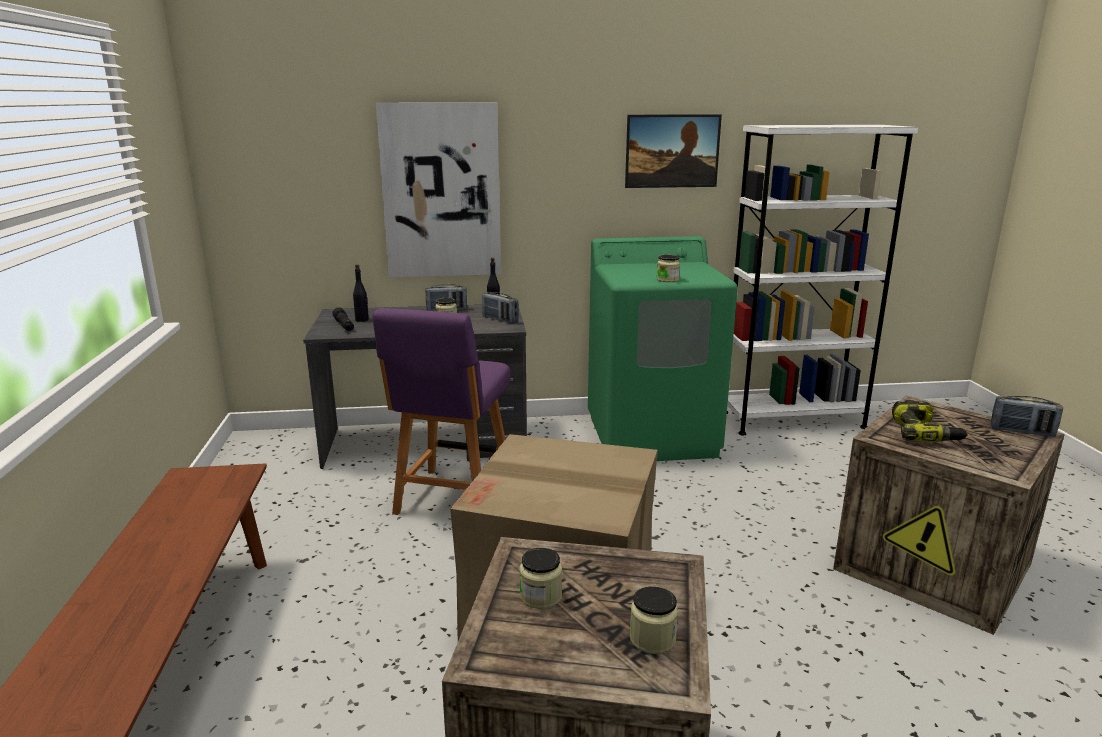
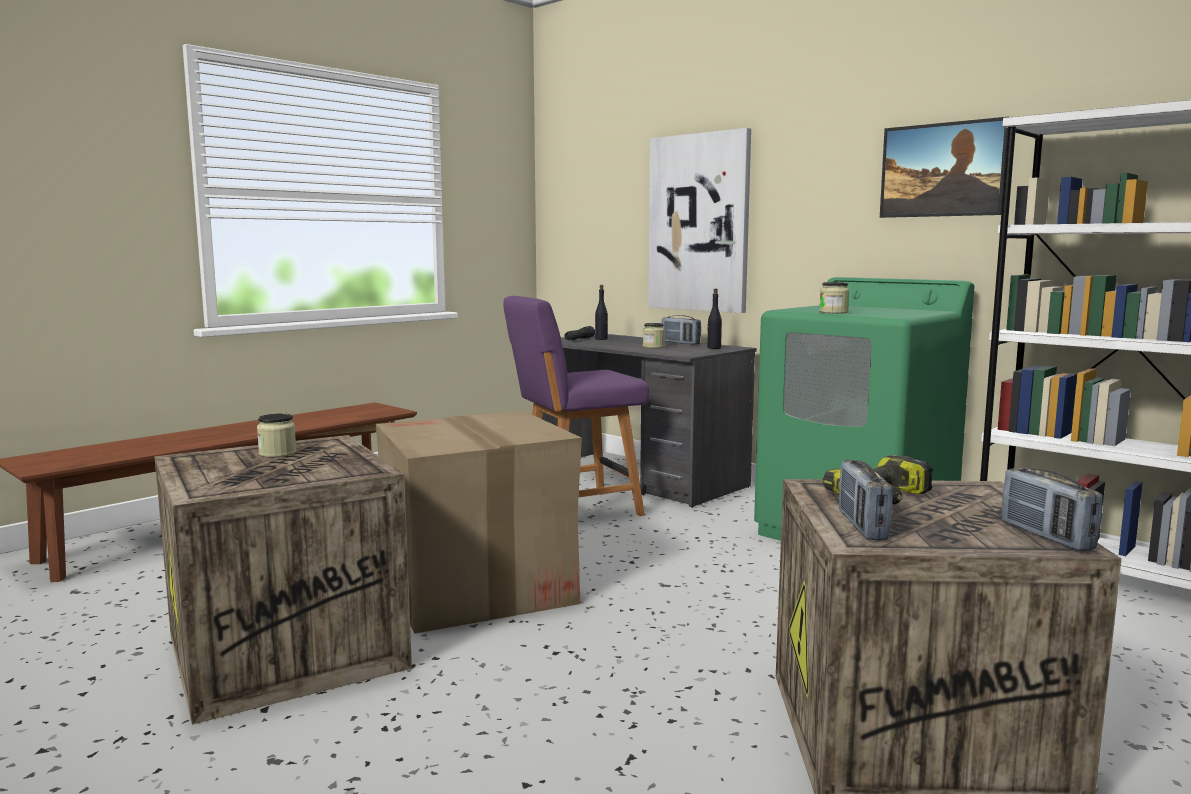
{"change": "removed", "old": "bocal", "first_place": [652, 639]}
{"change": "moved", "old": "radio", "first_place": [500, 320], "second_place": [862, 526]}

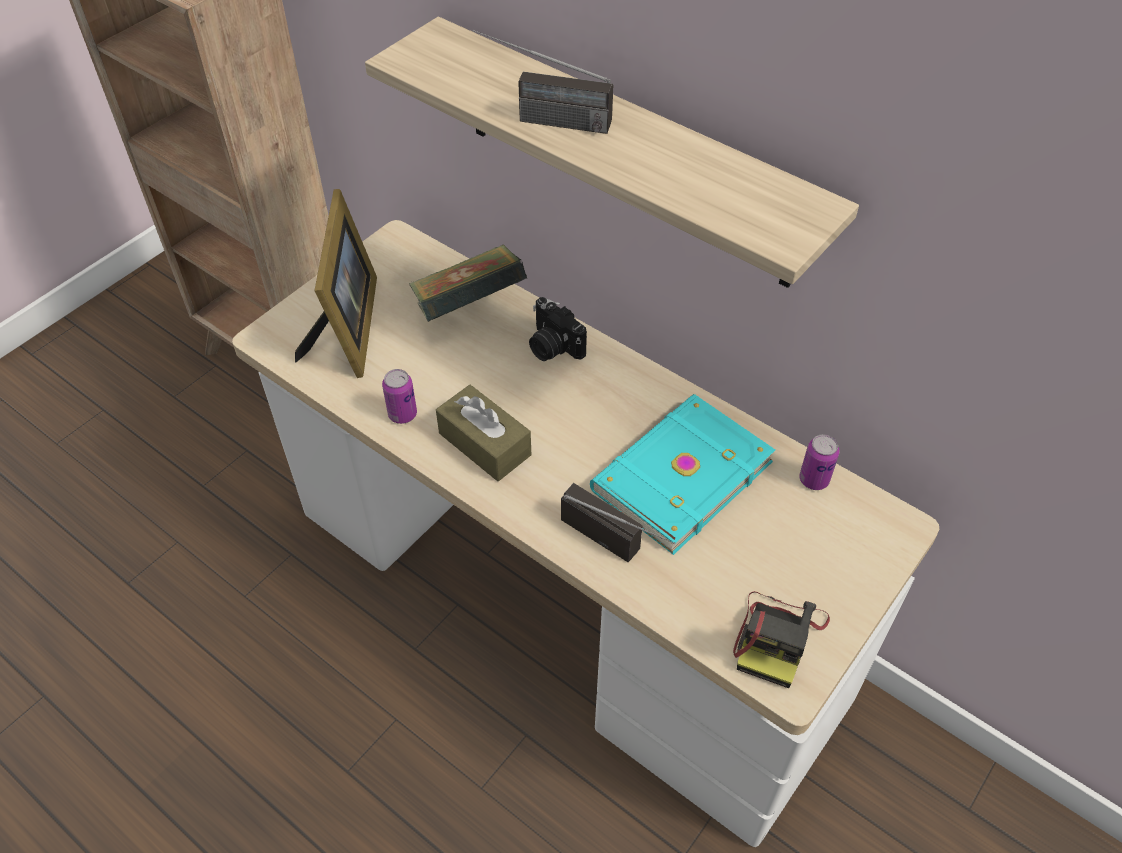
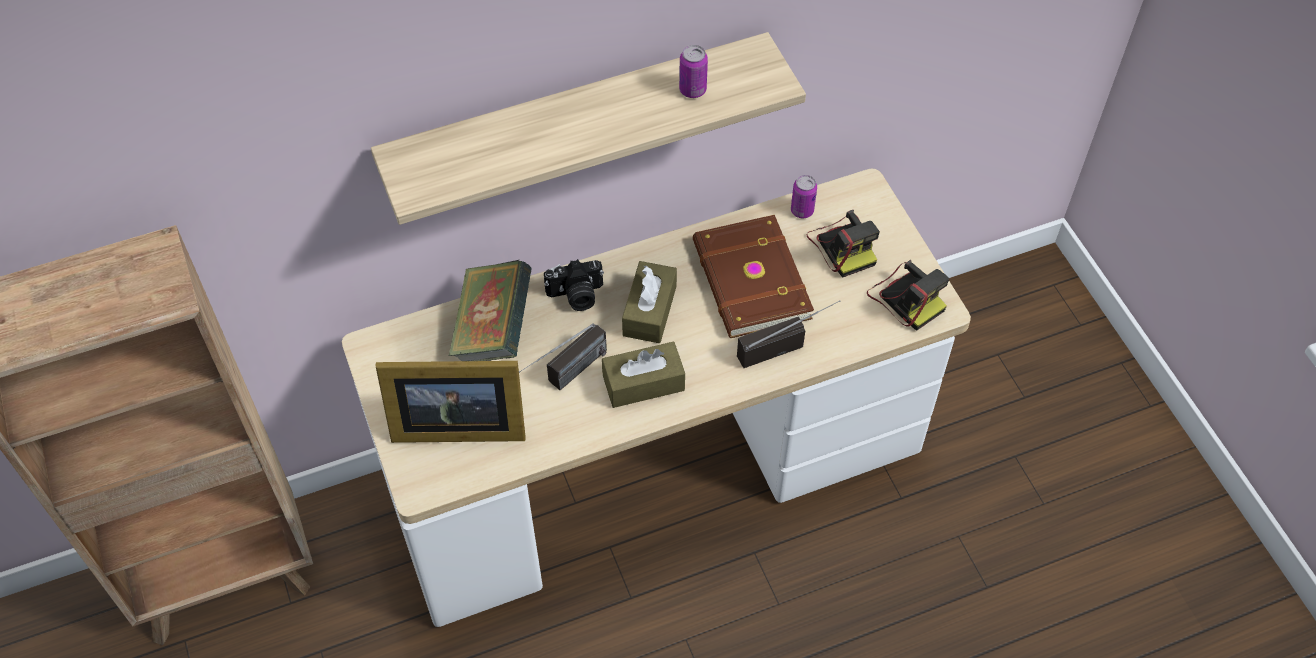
{"change": "added", "new": "boîte à mouchoirs (marron)", "second_place": [649, 311]}
{"change": "added", "new": "appareil photo", "second_place": [843, 246]}
{"change": "moved", "old": "boîte métallique", "first_place": [402, 414], "second_place": [692, 90]}
{"change": "moved", "old": "radio", "first_place": [541, 119], "second_place": [566, 378]}
{"change": "recoloured", "old": "livre (turquoise)", "new": "livre (marron)", "first_place": [678, 475], "second_place": [749, 281]}
{"change": "turned", "old": "cadre photo", "first_place": [348, 329], "second_place": [454, 424], "degrees": 150}

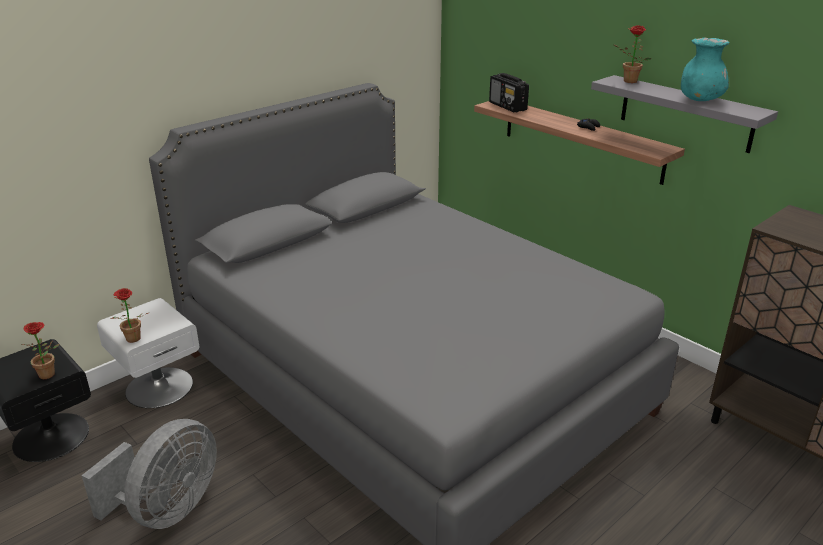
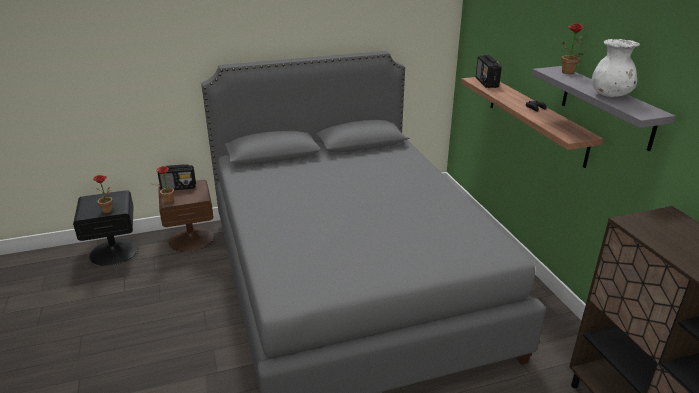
{"change": "removed", "old": "ventilateur (gris)", "first_place": [167, 509]}
{"change": "added", "new": "radio", "second_place": [179, 187]}
{"change": "recoloured", "old": "table de chevet (blanc)", "new": "table de chevet (marron)", "first_place": [159, 386], "second_place": [191, 238]}
{"change": "recoloured", "old": "vase (turquoise)", "new": "vase (blanc)", "first_place": [700, 100], "second_place": [610, 95]}

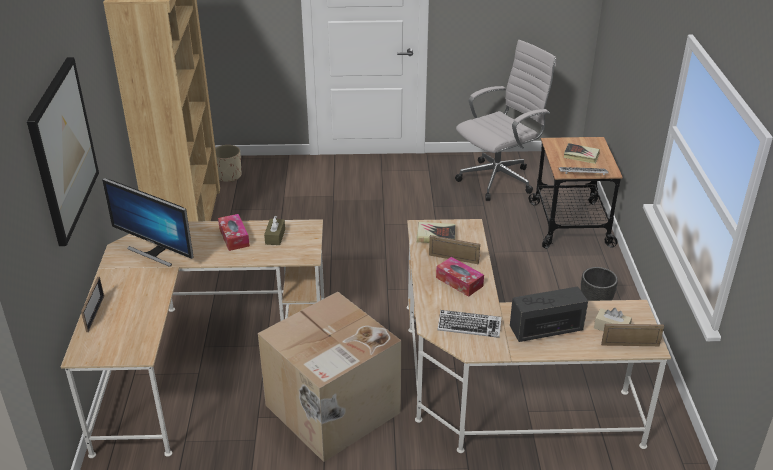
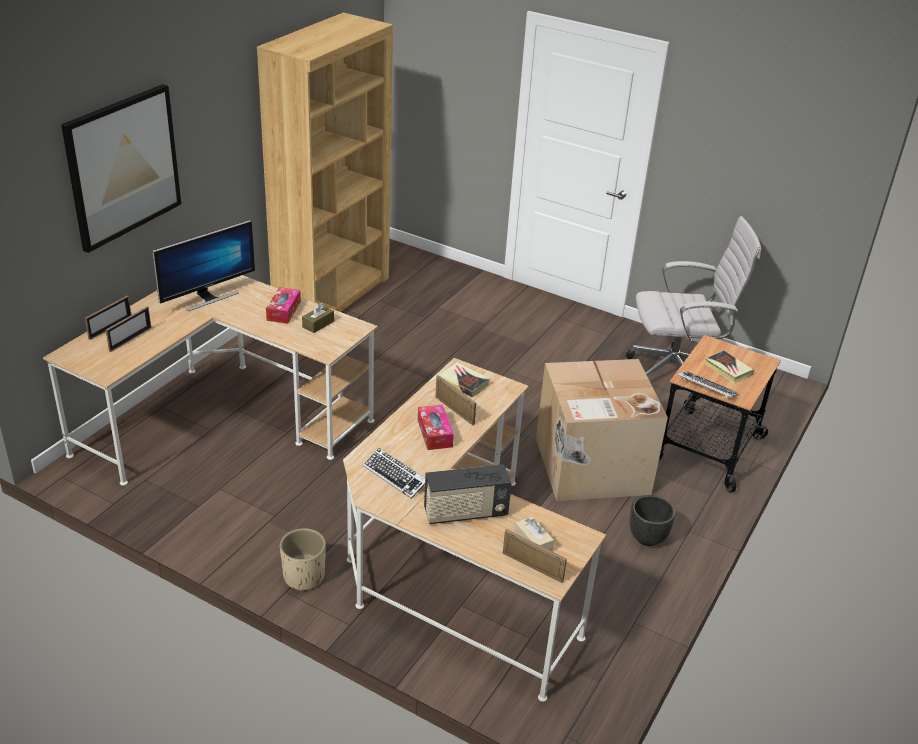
{"change": "added", "new": "cadre photo", "second_place": [130, 339]}
{"change": "moved", "old": "cache-pot (beige)", "first_place": [228, 176], "second_place": [303, 576]}
{"change": "moved", "old": "carton", "first_place": [332, 410], "second_place": [590, 467]}
{"change": "turned", "old": "écran d'ordinateur", "first_place": [155, 252], "second_place": [208, 297], "degrees": -105}
{"change": "turned", "old": "radio", "first_place": [546, 329], "second_place": [465, 513], "degrees": 150}

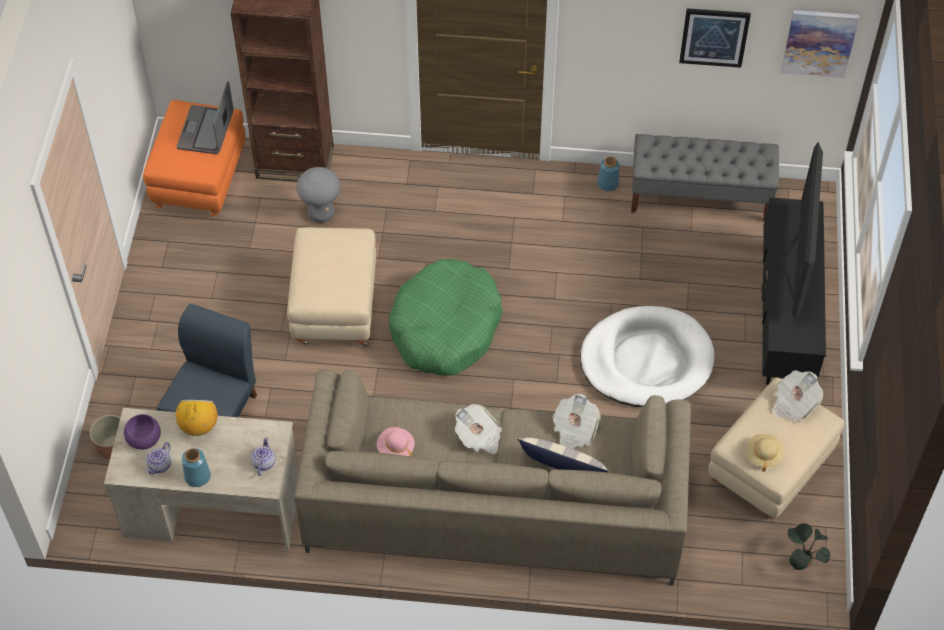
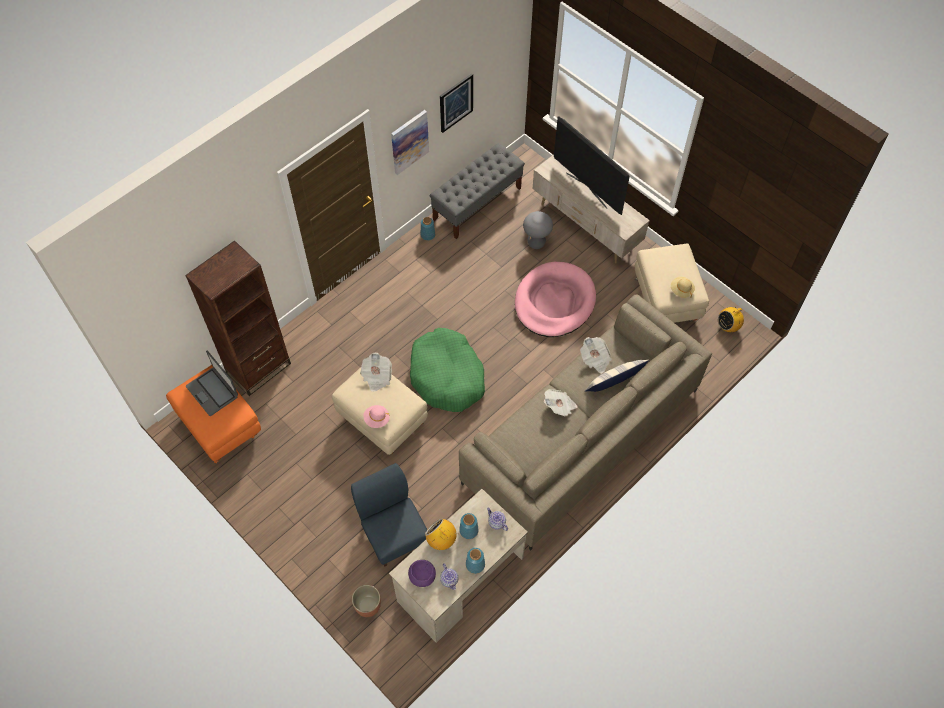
{"change": "added", "new": "vase (bleu)", "second_place": [468, 530]}
{"change": "moved", "old": "tabouret (gris)", "first_place": [321, 214], "second_place": [536, 243]}
{"change": "moved", "old": "chapeau (rose)", "first_place": [395, 448], "second_place": [377, 419]}
{"change": "moved", "old": "journal", "first_place": [794, 403], "second_place": [377, 377]}
{"change": "moved", "old": "tableau", "first_place": [819, 42], "second_place": [409, 142]}
{"change": "replaced", "old": "plante en pot", "new": "radio", "first_place": [802, 561], "second_place": [728, 326]}
{"change": "recoloured", "old": "panier pour chien (blanc)", "new": "panier pour chien (rose)", "first_place": [646, 361], "second_place": [554, 302]}
{"change": "recoloured", "old": "meuble télé (noir)", "new": "meuble télé (beige)", "first_place": [784, 321], "second_place": [585, 227]}

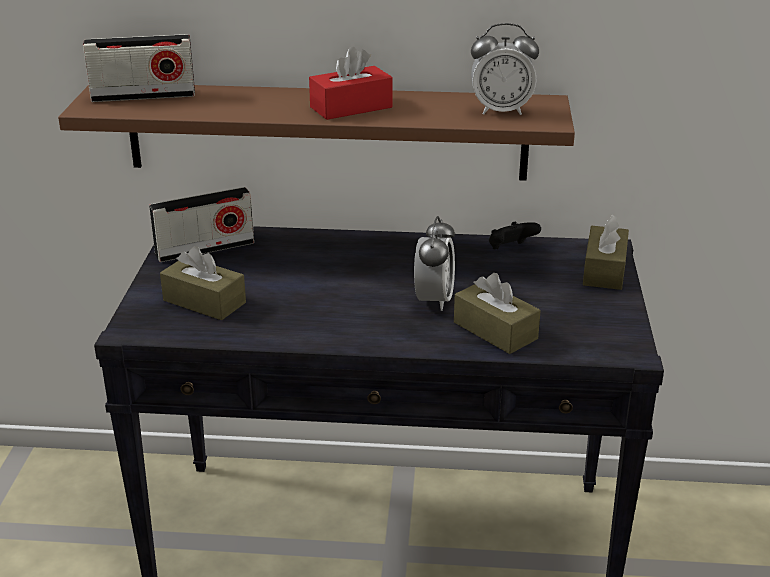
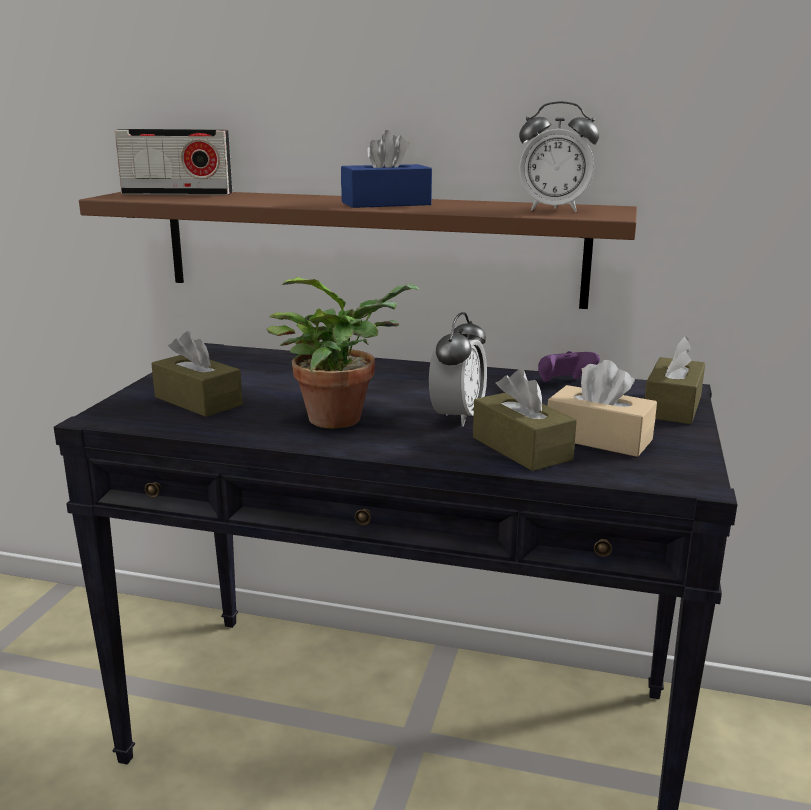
{"change": "removed", "old": "radio", "first_place": [205, 249]}
{"change": "added", "new": "plante en pot", "second_place": [342, 418]}
{"change": "added", "new": "boîte à mouchoirs (beige)", "second_place": [598, 438]}
{"change": "recoloured", "old": "boîte à mouchoirs (rouge)", "new": "boîte à mouchoirs (bleu)", "first_place": [351, 107], "second_place": [386, 203]}
{"change": "recoloured", "old": "manette (noir)", "new": "manette (violet)", "first_place": [510, 249], "second_place": [563, 383]}

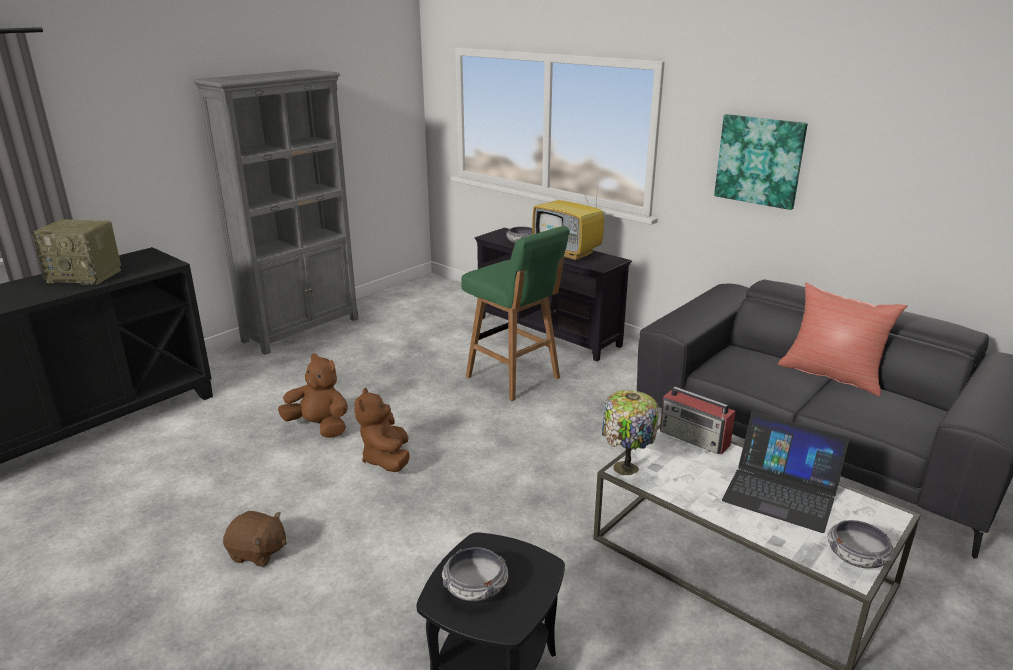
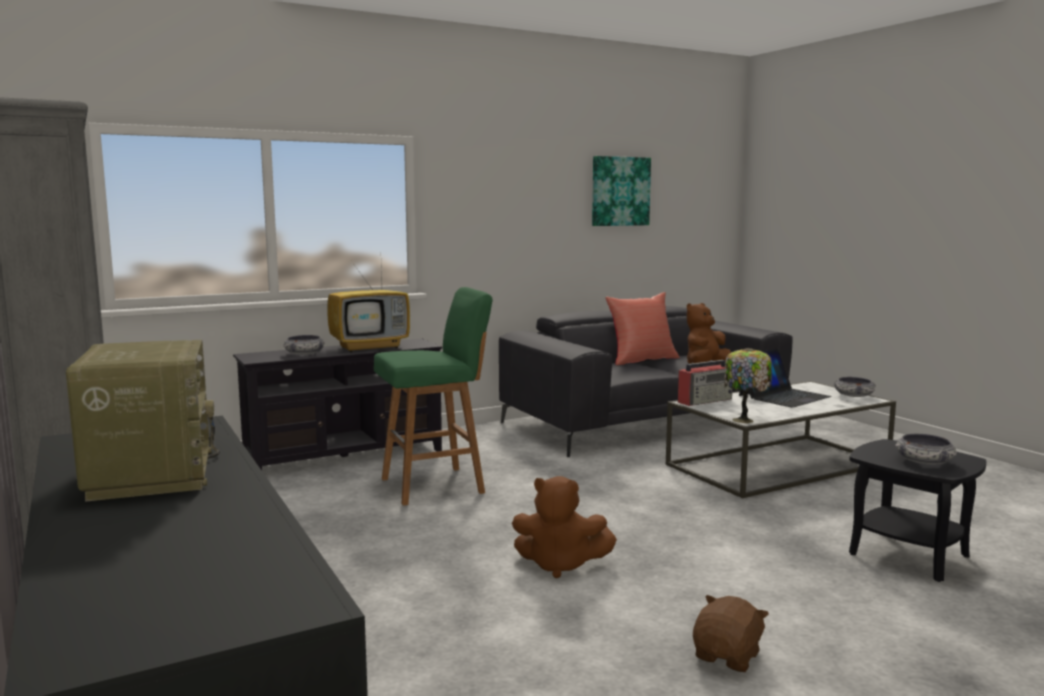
{"change": "moved", "old": "peluche (marron)", "first_place": [319, 427], "second_place": [705, 366]}
{"change": "moved", "old": "tableau", "first_place": [759, 161], "second_place": [620, 191]}
{"change": "turned", "old": "radio", "first_place": [86, 276], "second_place": [150, 473], "degrees": -45}

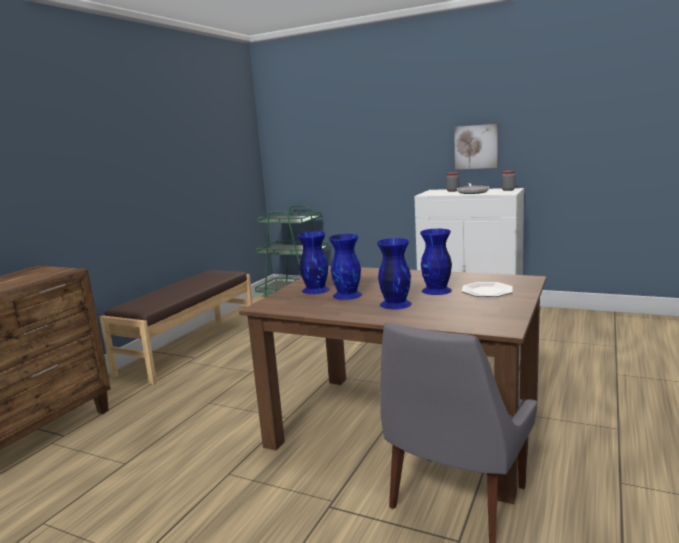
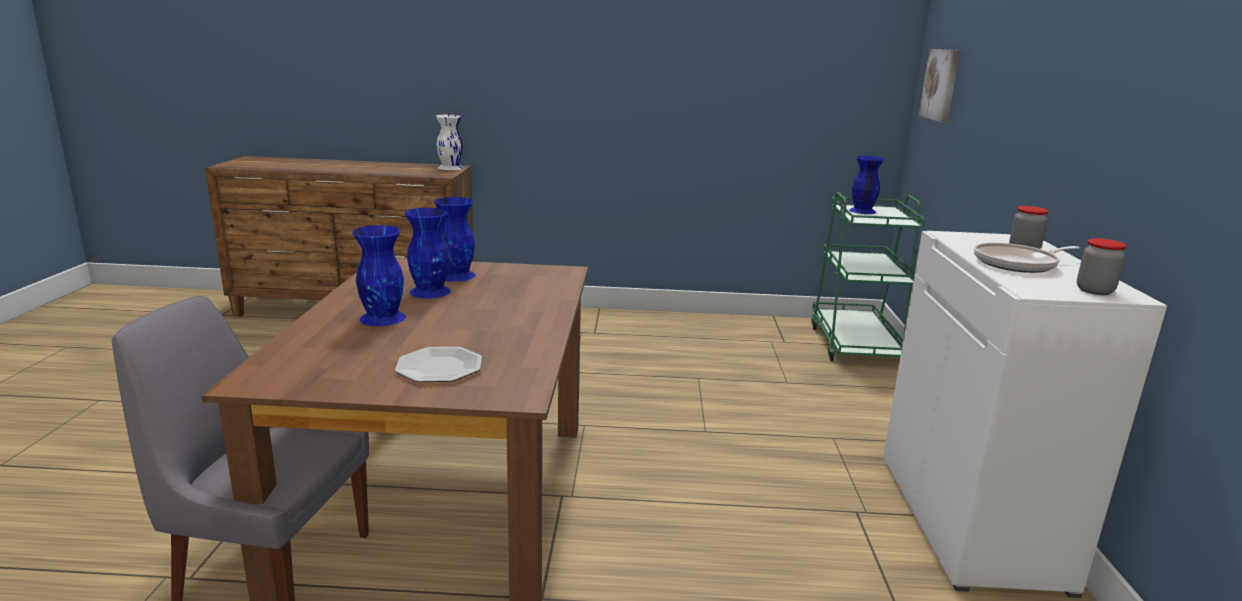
{"change": "removed", "old": "banc (marron)", "first_place": [189, 347]}
{"change": "added", "new": "vase (blanc)", "second_place": [450, 168]}
{"change": "moved", "old": "vase (bleu)", "first_place": [436, 290], "second_place": [862, 211]}
{"change": "moved", "old": "tableau", "first_place": [476, 147], "second_place": [941, 84]}

